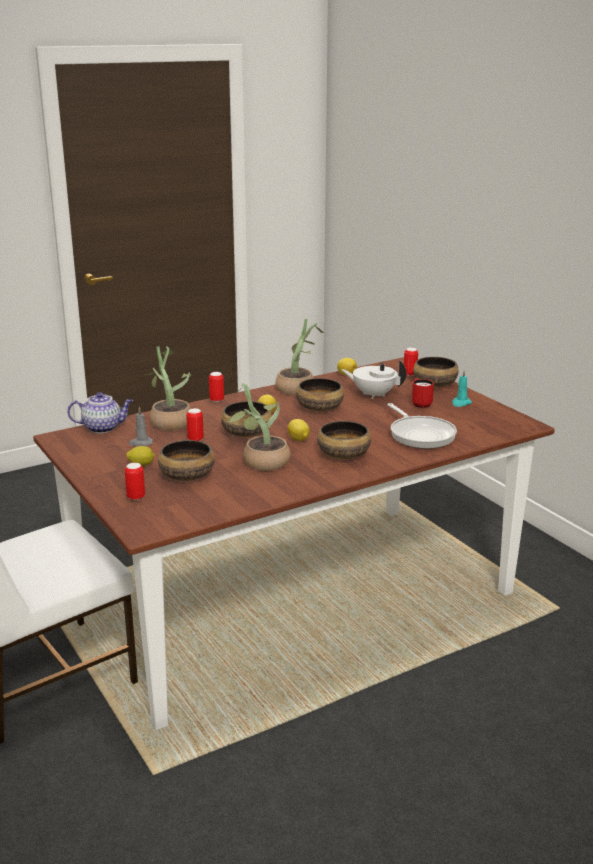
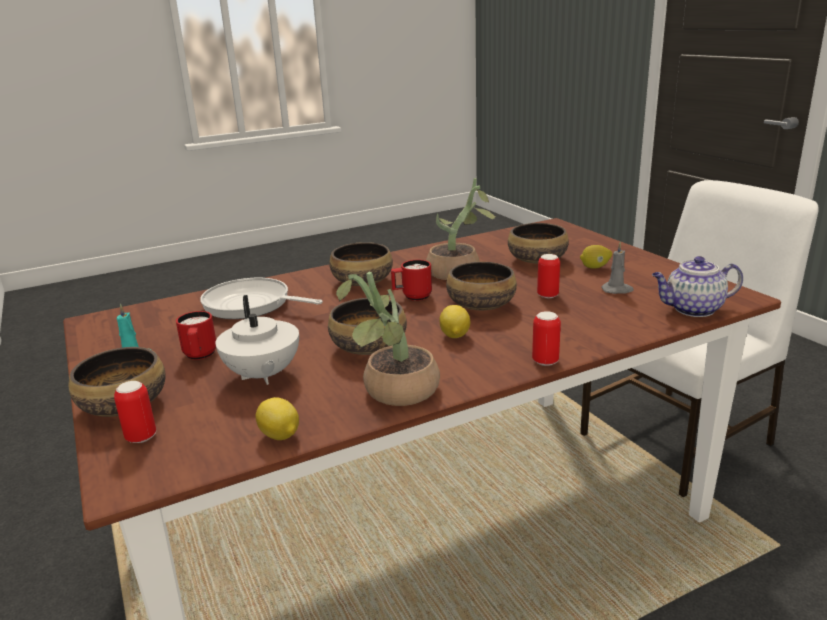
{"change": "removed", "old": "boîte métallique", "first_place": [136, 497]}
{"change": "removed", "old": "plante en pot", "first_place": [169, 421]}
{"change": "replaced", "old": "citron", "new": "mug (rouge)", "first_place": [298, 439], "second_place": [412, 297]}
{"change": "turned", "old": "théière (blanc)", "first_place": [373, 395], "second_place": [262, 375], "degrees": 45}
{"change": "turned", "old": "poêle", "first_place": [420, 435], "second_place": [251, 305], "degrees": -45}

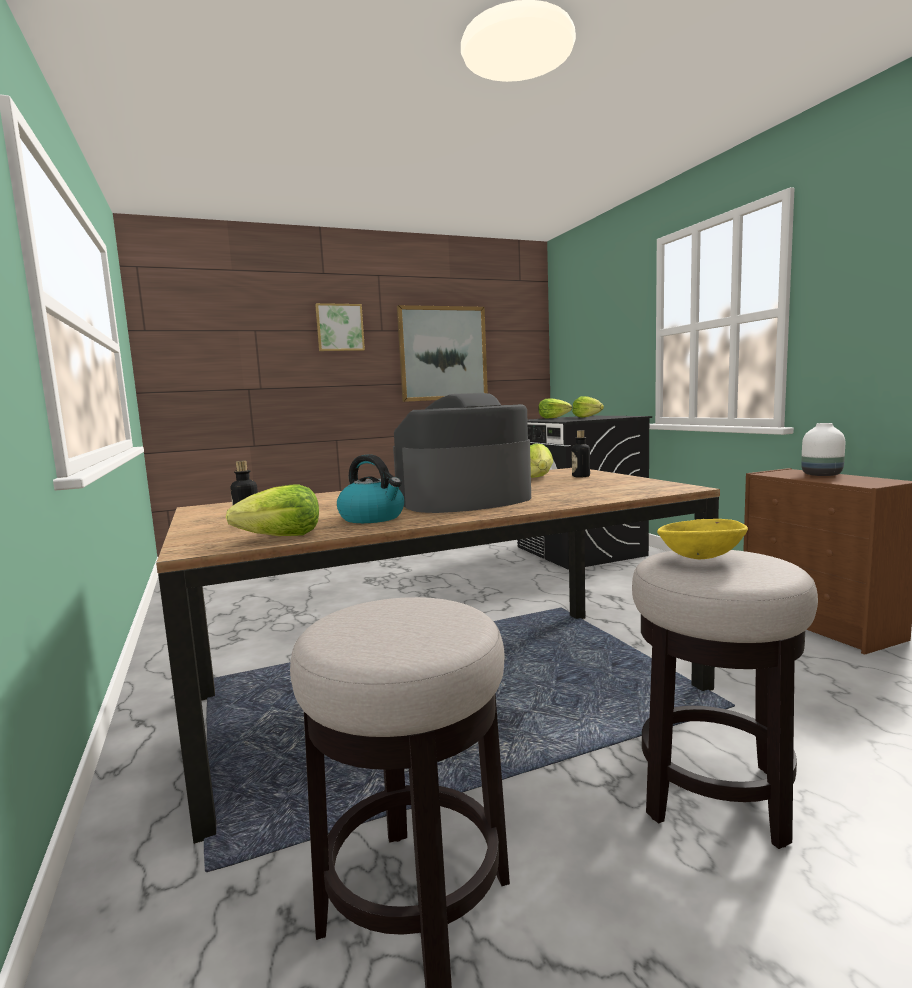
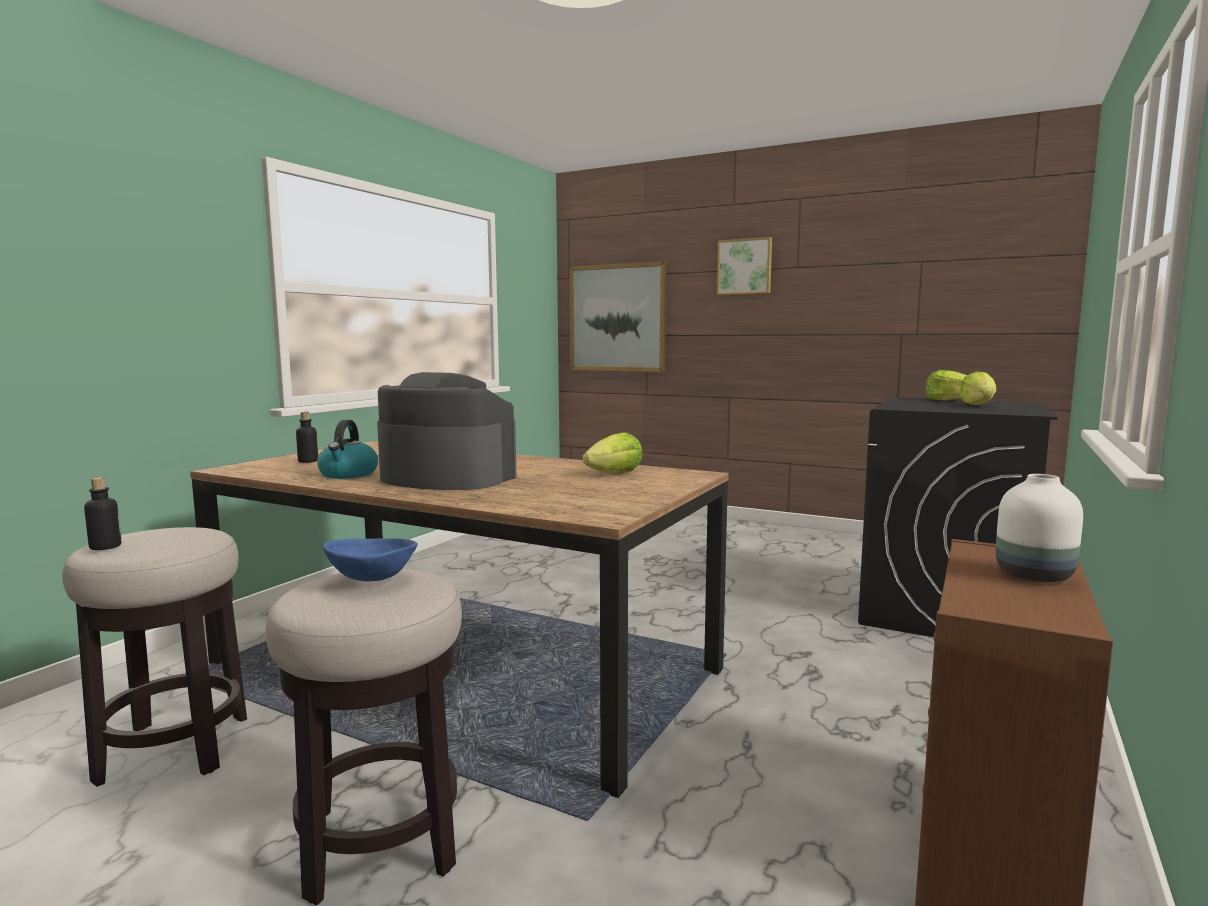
{"change": "removed", "old": "laitue", "first_place": [281, 537]}
{"change": "moved", "old": "tableau", "first_place": [443, 353], "second_place": [617, 318]}
{"change": "moved", "old": "bouteille", "first_place": [581, 476], "second_place": [105, 547]}
{"change": "recoloured", "old": "bol (jaune)", "new": "bol (bleu)", "first_place": [700, 558], "second_place": [372, 579]}

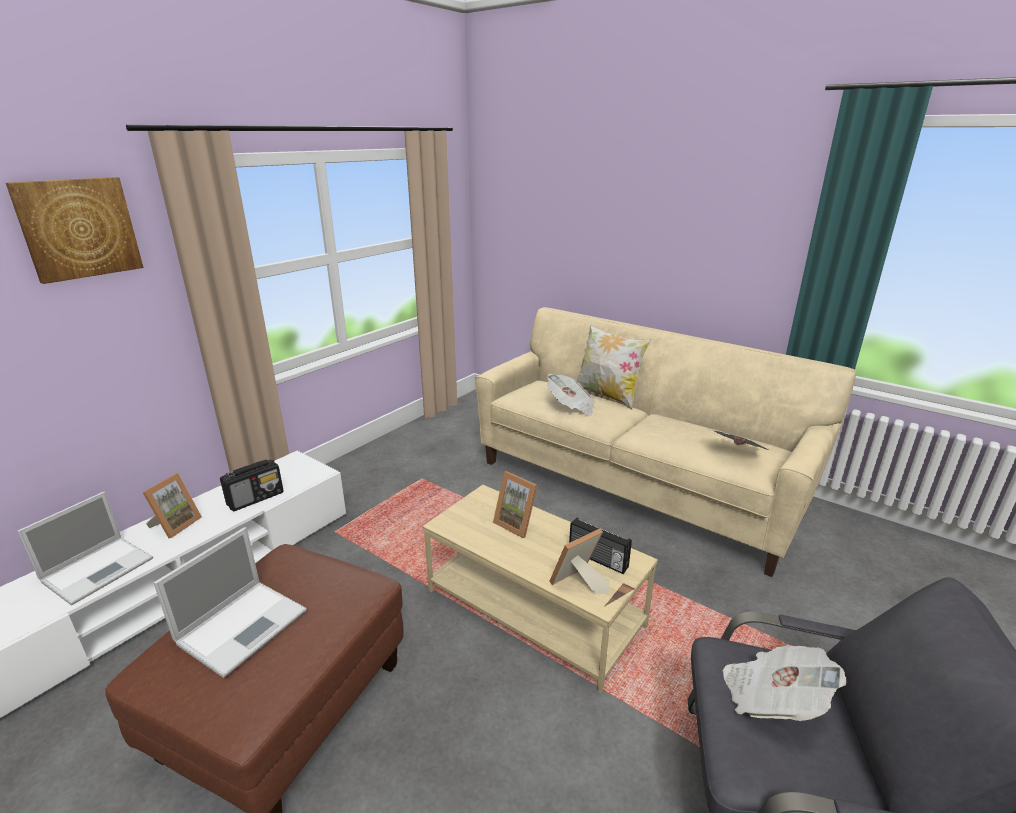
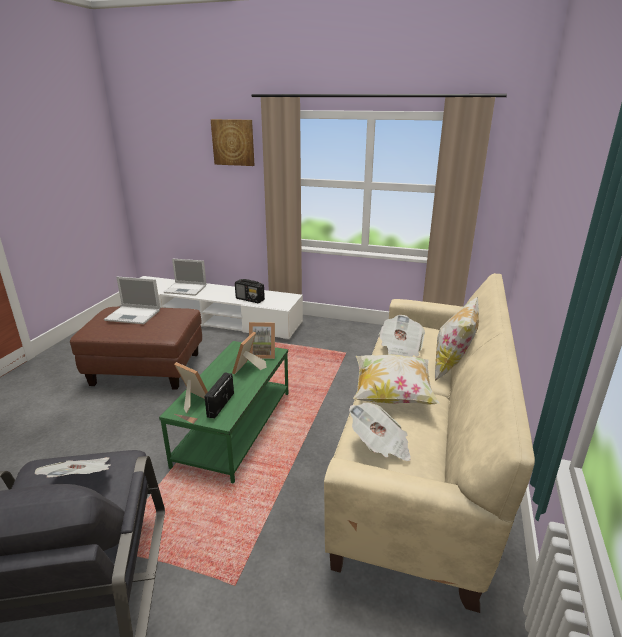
{"change": "added", "new": "coussin", "second_place": [392, 395]}
{"change": "moved", "old": "cadre photo", "first_place": [175, 525], "second_place": [263, 354]}
{"change": "recoloured", "old": "table basse (beige)", "new": "table basse (vert)", "first_place": [535, 608], "second_place": [235, 427]}

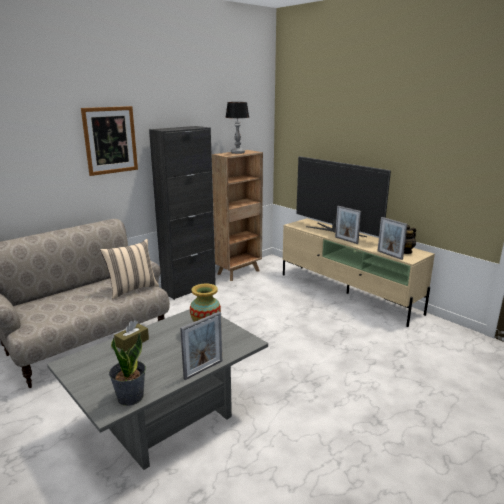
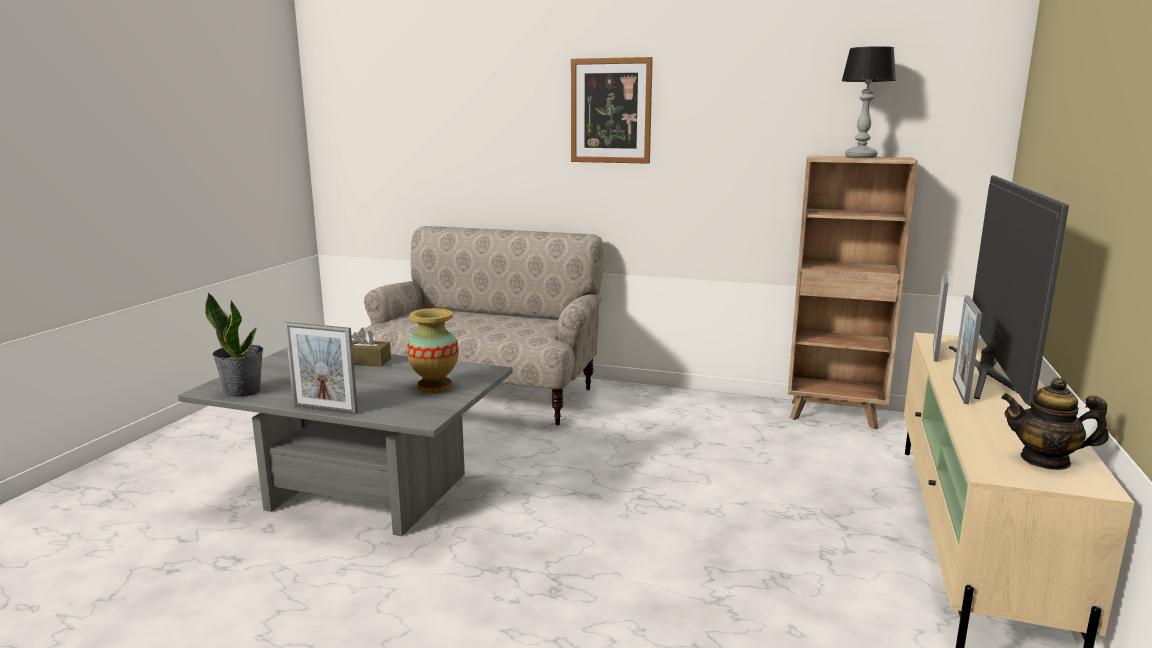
{"change": "removed", "old": "coussin (beige)", "first_place": [132, 289]}
{"change": "removed", "old": "meuble de rangement (noir)", "first_place": [189, 288]}
{"change": "moved", "old": "cadre photo", "first_place": [389, 255], "second_place": [935, 352]}

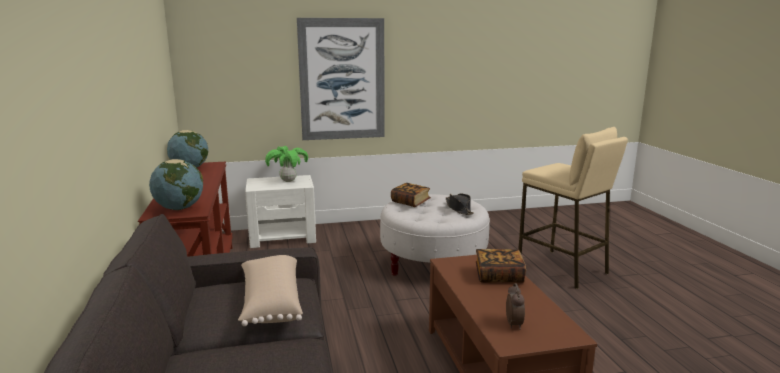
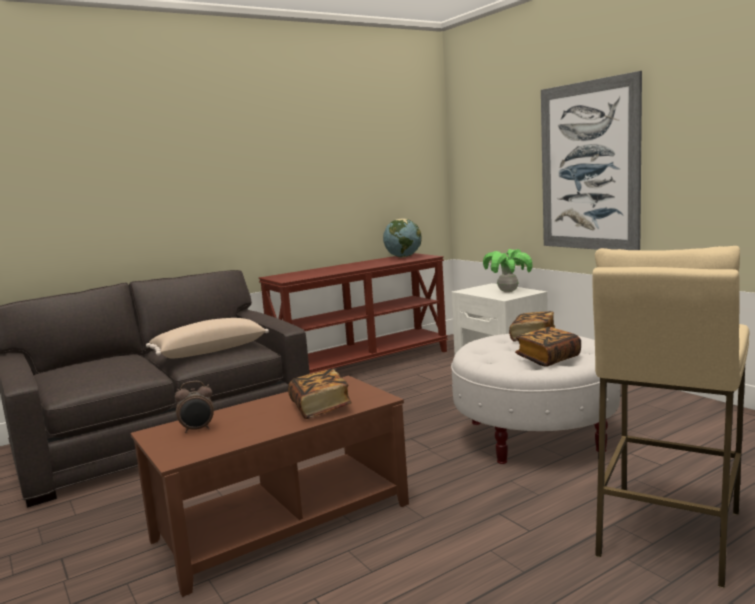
{"change": "removed", "old": "globe", "first_place": [179, 208]}
{"change": "replaced", "old": "chapeau (noir)", "new": "livre", "first_place": [459, 209], "second_place": [548, 358]}

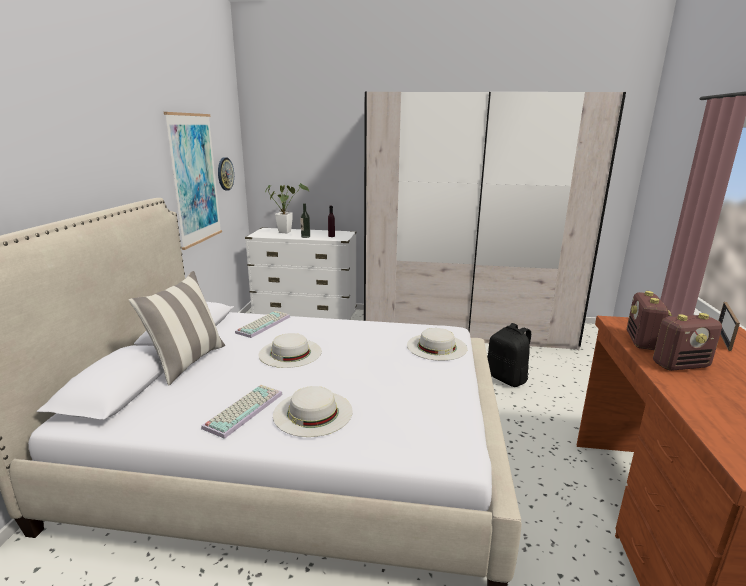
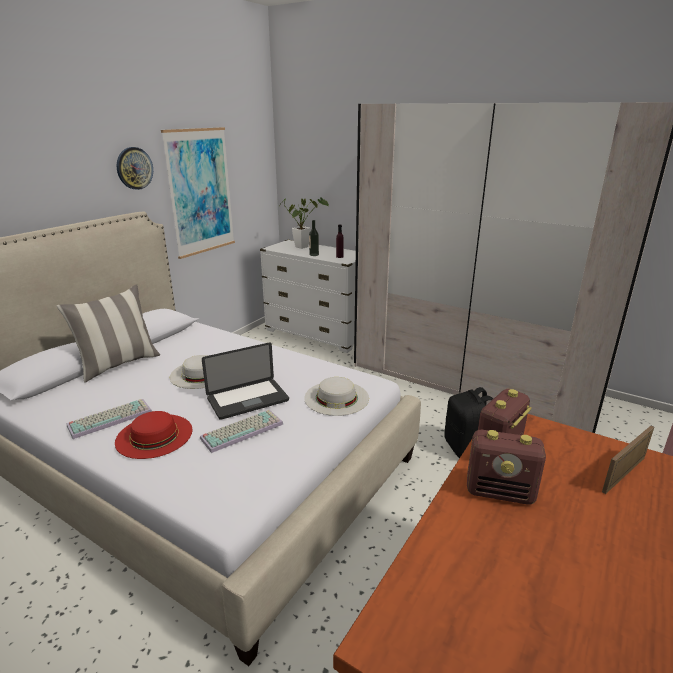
{"change": "added", "new": "ordinateur portable", "second_place": [248, 400]}
{"change": "moved", "old": "horloge murale", "first_place": [225, 174], "second_place": [134, 168]}
{"change": "moved", "old": "clavier", "first_place": [263, 324], "second_place": [242, 430]}
{"change": "recoloured", "old": "chapeau (blanc)", "new": "chapeau (rouge)", "first_place": [313, 412], "second_place": [154, 435]}

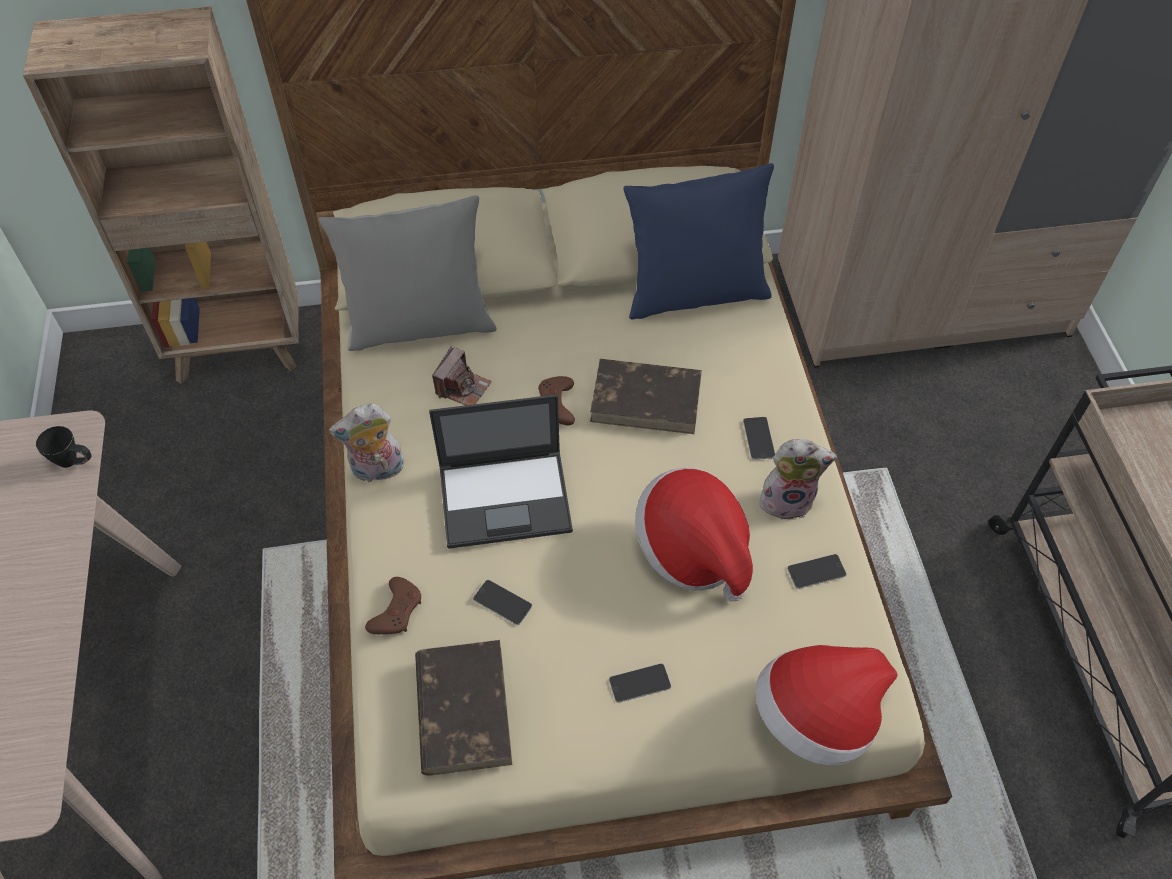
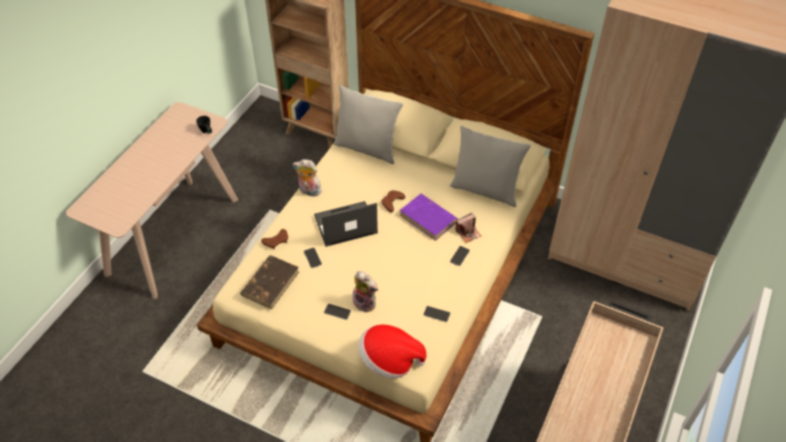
{"change": "removed", "old": "chapeau", "first_place": [692, 550]}
{"change": "moved", "old": "appareil photo", "first_place": [463, 387], "second_place": [468, 232]}
{"change": "moved", "old": "peluche", "first_place": [787, 500], "second_place": [366, 302]}
{"change": "recoloured", "old": "livre (marron)", "new": "livre (violet)", "first_place": [647, 399], "second_place": [428, 218]}
{"change": "recoloured", "old": "coussin (bleu)", "new": "coussin (gris)", "first_place": [694, 294], "second_place": [485, 189]}
{"change": "turned", "old": "ordinateur portable", "first_place": [506, 498], "second_place": [344, 224], "degrees": 135}

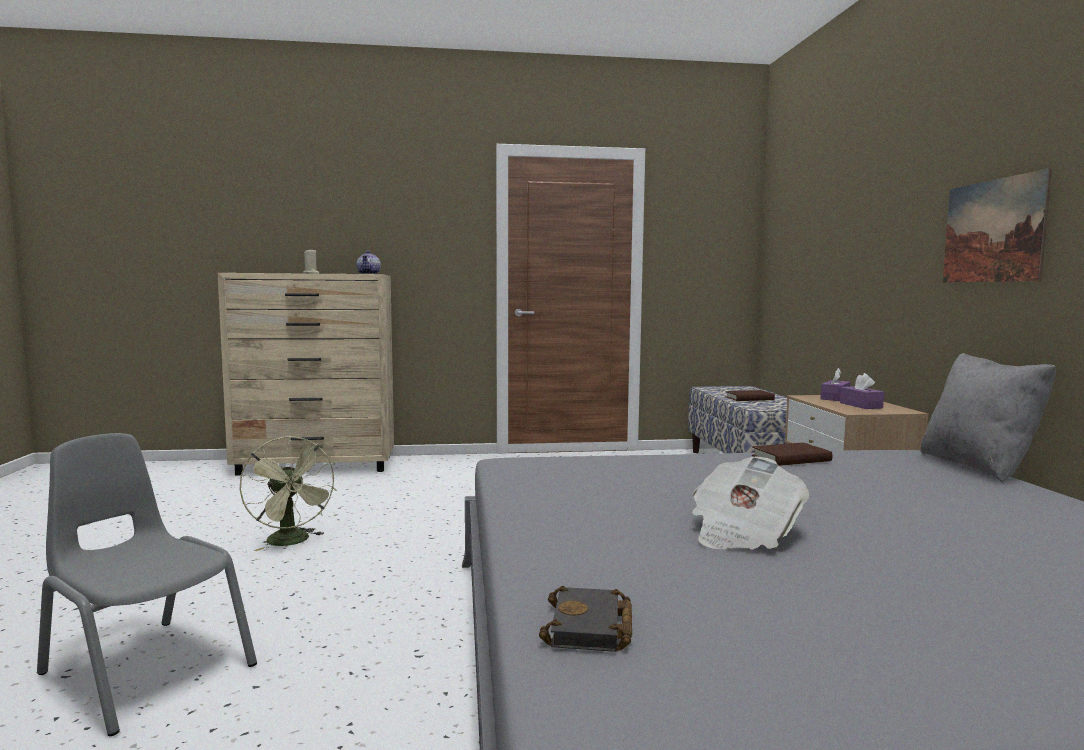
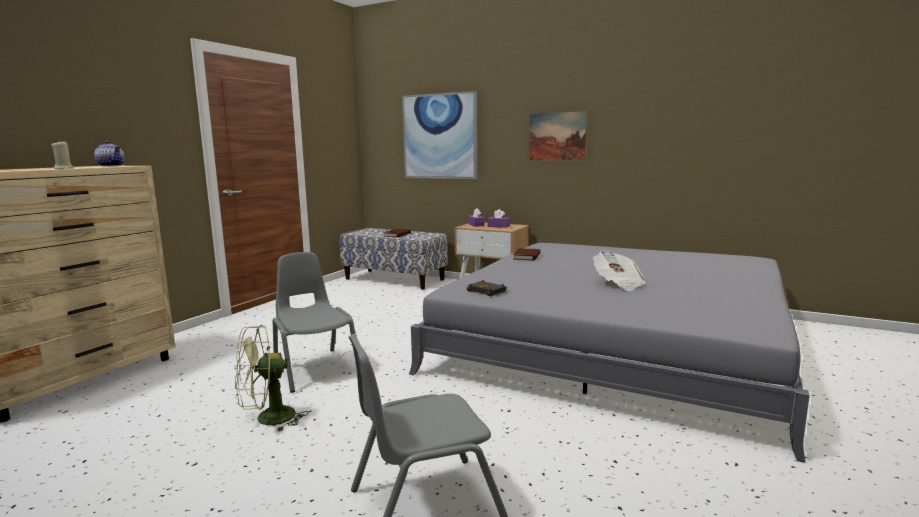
{"change": "removed", "old": "coussin (gris)", "first_place": [978, 466]}
{"change": "added", "new": "chaise (gris)", "second_place": [315, 369]}
{"change": "added", "new": "tableau", "second_place": [439, 136]}
{"change": "moved", "old": "livre (noir)", "first_place": [591, 629], "second_place": [488, 291]}
{"change": "turned", "old": "ventilateur (vert)", "first_place": [292, 542], "second_place": [267, 420], "degrees": 150}

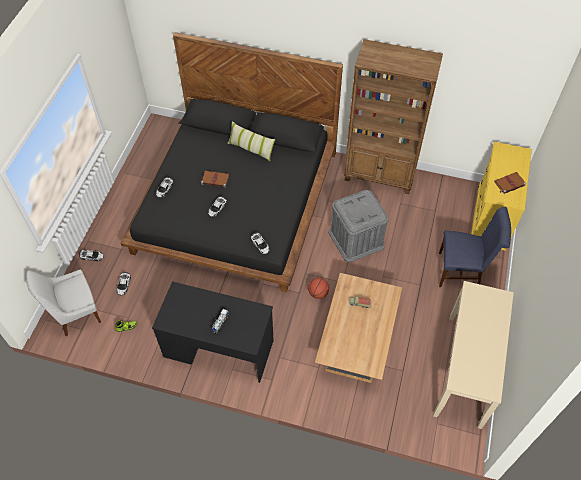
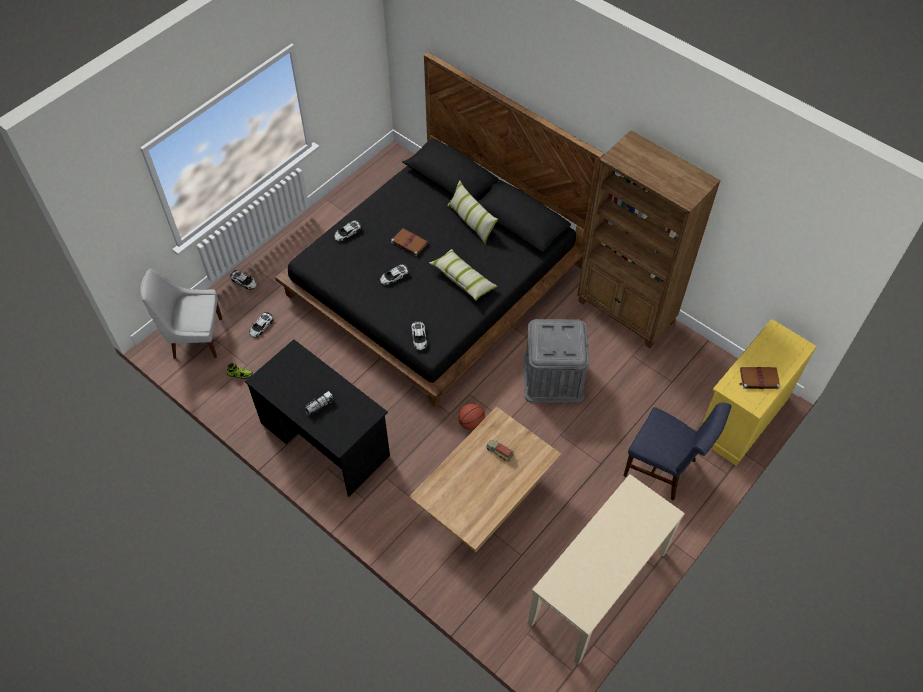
{"change": "added", "new": "coussin", "second_place": [463, 279]}

